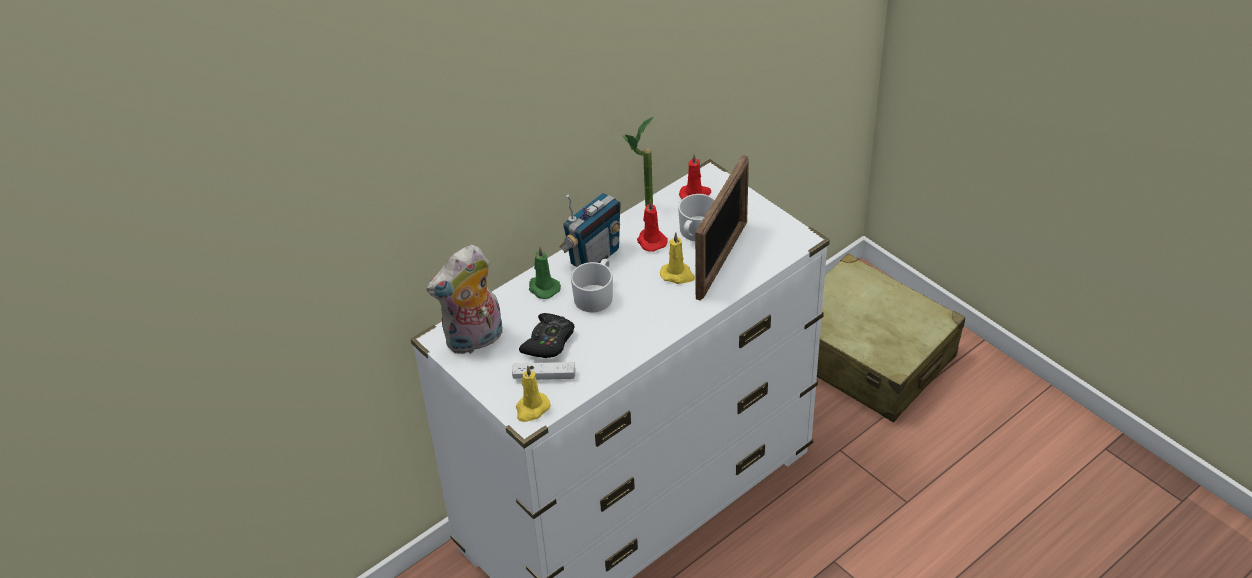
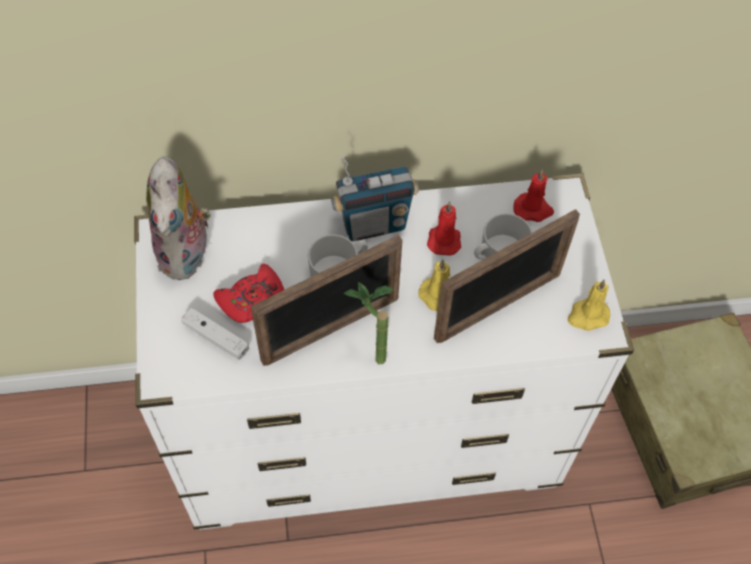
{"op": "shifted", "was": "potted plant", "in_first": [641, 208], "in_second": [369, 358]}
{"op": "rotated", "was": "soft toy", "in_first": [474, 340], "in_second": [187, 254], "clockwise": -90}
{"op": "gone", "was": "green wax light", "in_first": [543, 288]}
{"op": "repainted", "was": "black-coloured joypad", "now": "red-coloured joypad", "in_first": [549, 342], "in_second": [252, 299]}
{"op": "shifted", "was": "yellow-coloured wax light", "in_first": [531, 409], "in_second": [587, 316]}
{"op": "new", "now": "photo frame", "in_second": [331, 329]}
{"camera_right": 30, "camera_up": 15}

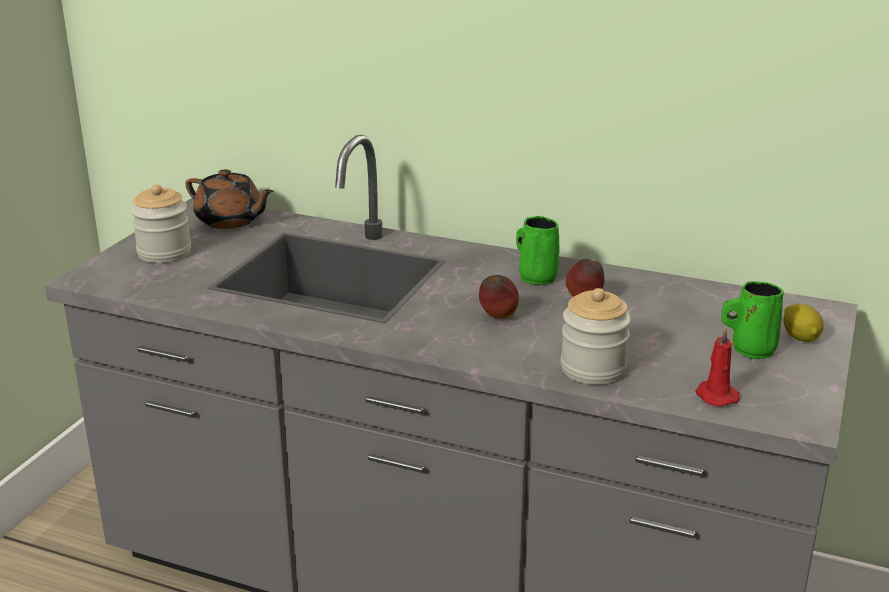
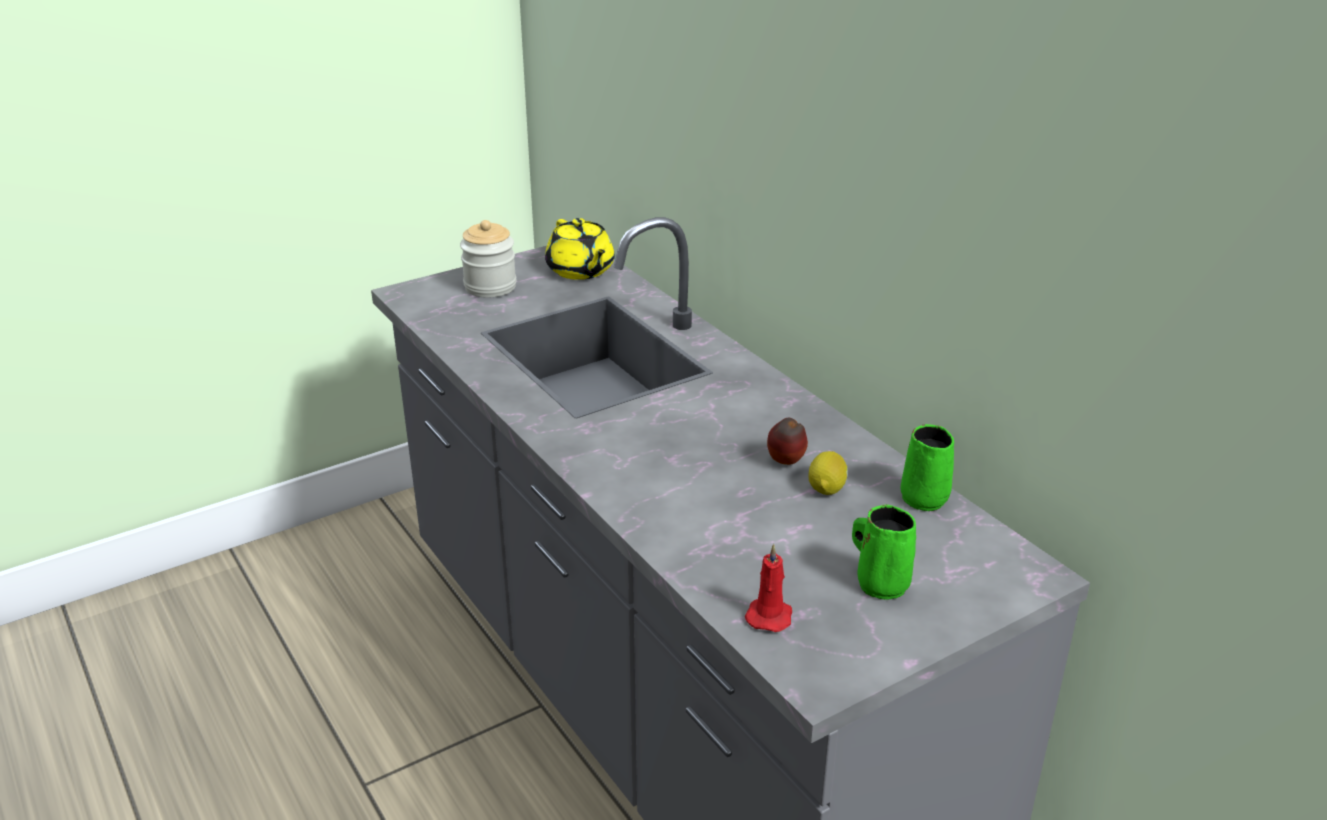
{"op": "repainted", "was": "brownish pot for tea", "now": "yellow-coloured pot for tea", "in_first": [230, 221], "in_second": [580, 271]}
{"op": "shifted", "was": "green coffee mug", "in_first": [536, 277], "in_second": [923, 497]}
{"op": "gone", "was": "apple", "in_first": [498, 317]}
{"op": "gone", "was": "jar", "in_first": [593, 369]}
{"op": "shifted", "was": "whole lemon", "in_first": [800, 338], "in_second": [827, 488]}
{"camera_right": 35, "camera_up": 5}

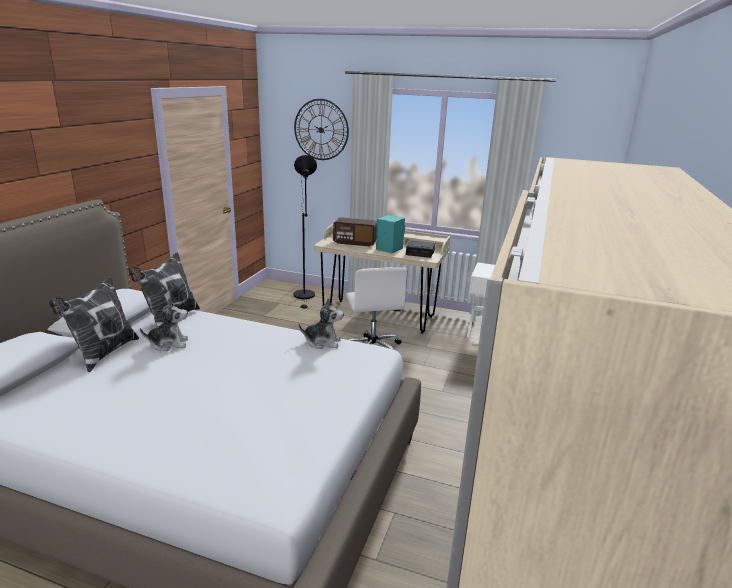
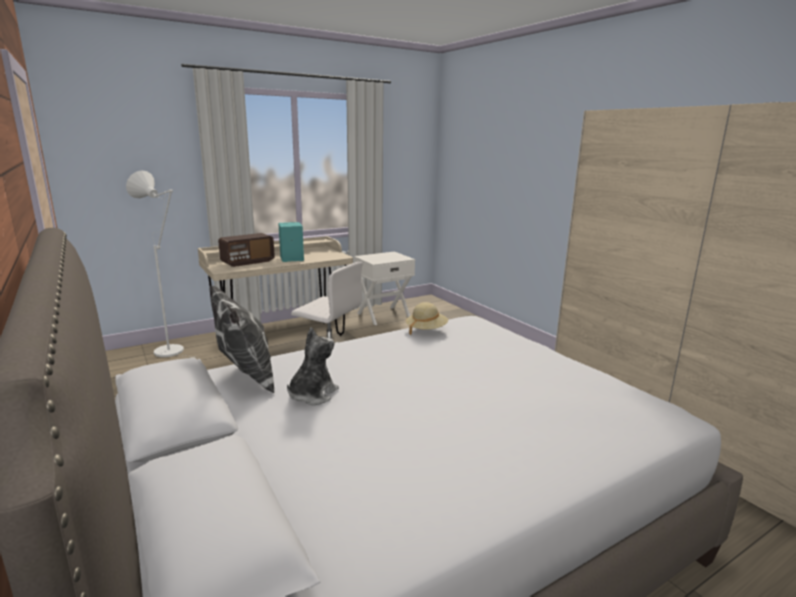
{"op": "gone", "was": "wall clock", "in_first": [321, 130]}
{"op": "repainted", "was": "black-coloured floor lamp", "now": "white floor lamp", "in_first": [305, 296], "in_second": [173, 352]}
{"op": "gone", "was": "bedside clock", "in_first": [420, 252]}
{"op": "gone", "was": "pillow", "in_first": [103, 353]}
{"op": "swapped", "was": "soft toy", "now": "beige-coloured clothing hat", "in_first": [322, 342], "in_second": [426, 330]}
{"camera_right": -50, "camera_up": -5}

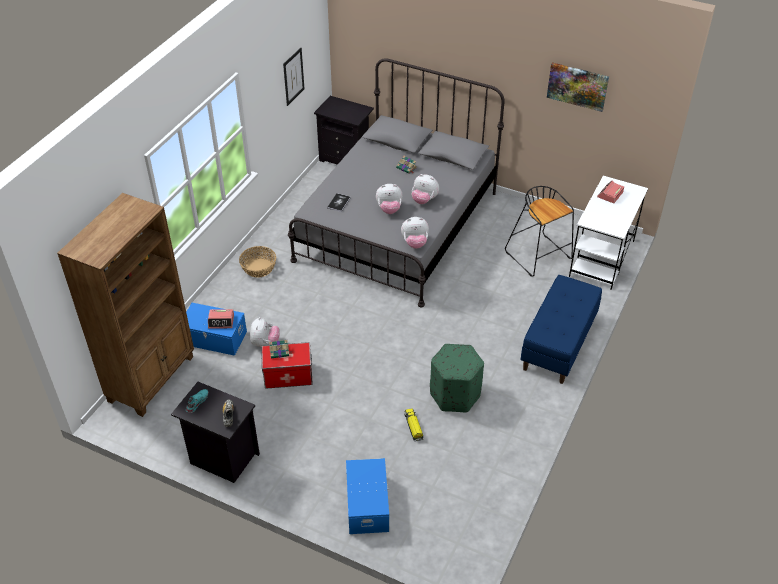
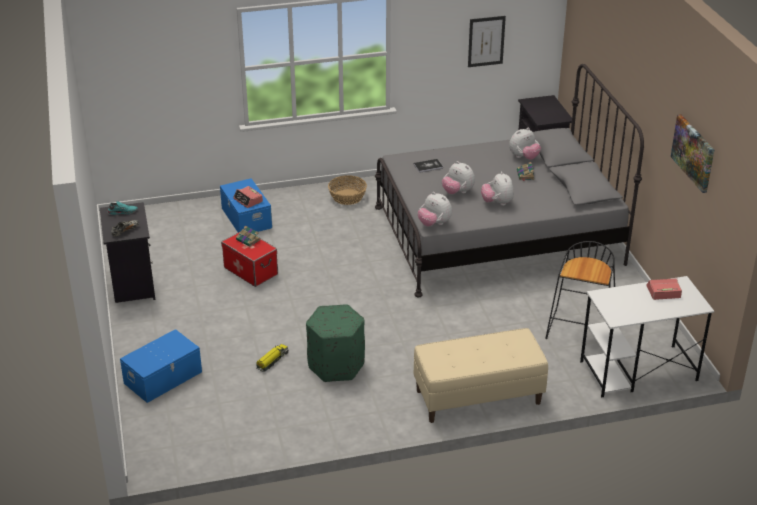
{"op": "gone", "was": "brownish shelving unit", "in_first": [152, 378]}
{"op": "repainted", "was": "blue-coloured bench", "now": "beige-coloured bench", "in_first": [558, 345], "in_second": [477, 397]}
{"op": "shifted", "was": "soft toy", "in_first": [265, 342], "in_second": [524, 157]}
{"camera_right": 50, "camera_up": -10}

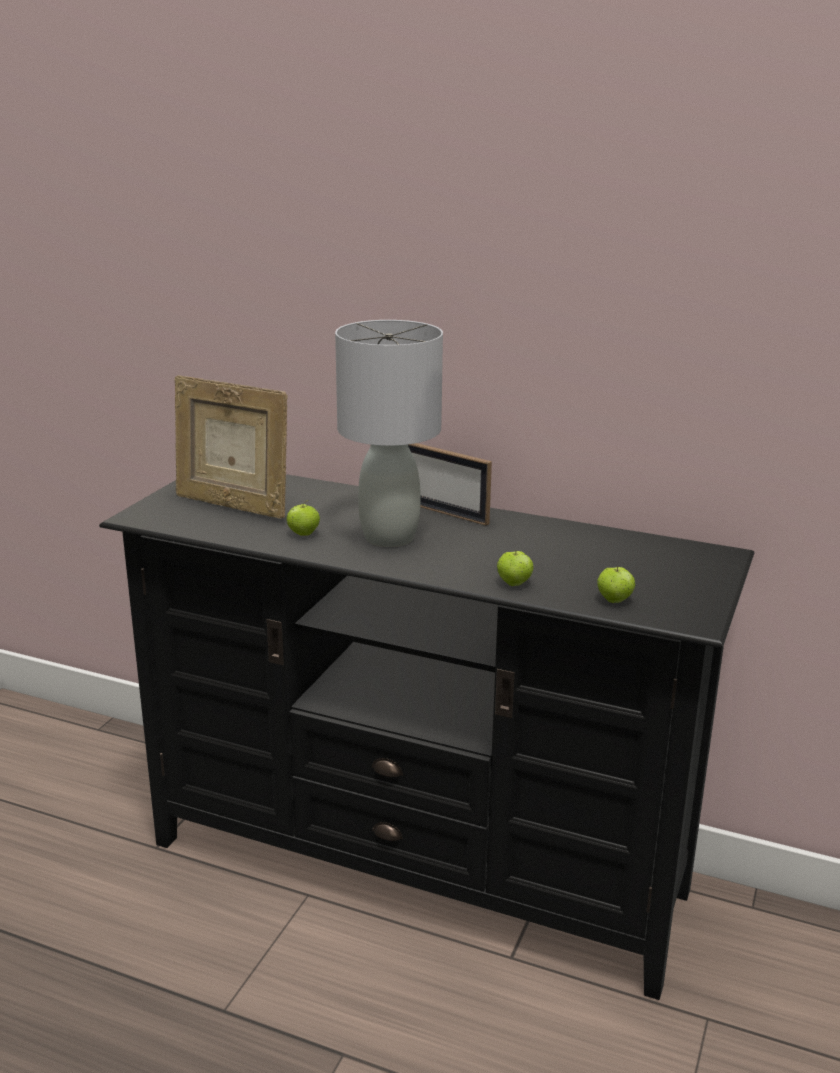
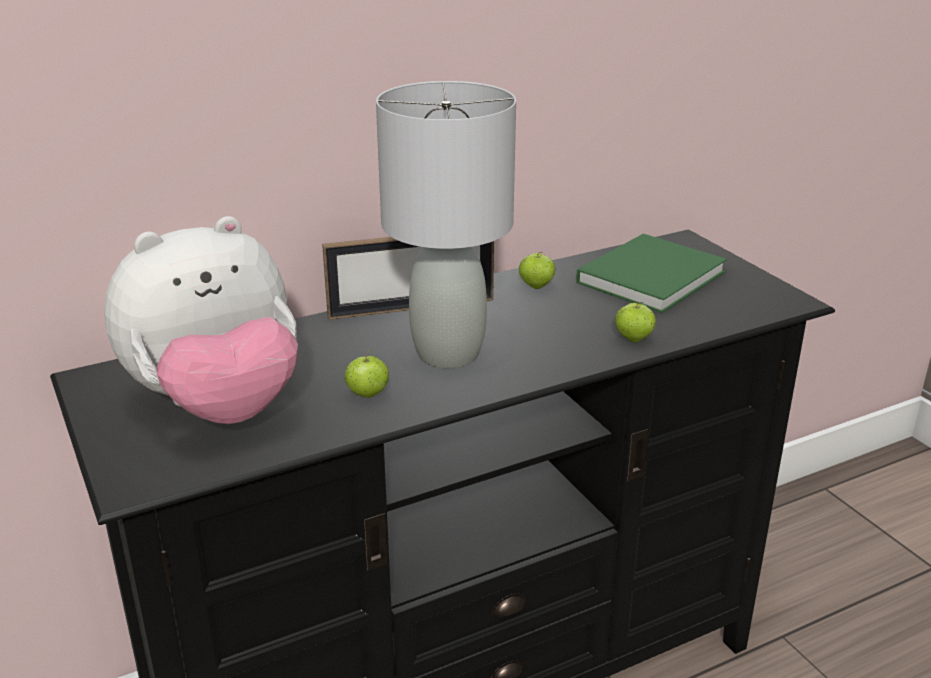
{"op": "swapped", "was": "photo frame", "now": "soft toy", "in_first": [232, 506], "in_second": [218, 406]}
{"op": "shifted", "was": "apple", "in_first": [614, 600], "in_second": [536, 286]}
{"op": "new", "now": "green book", "in_second": [653, 276]}
{"camera_right": -50, "camera_up": 5}

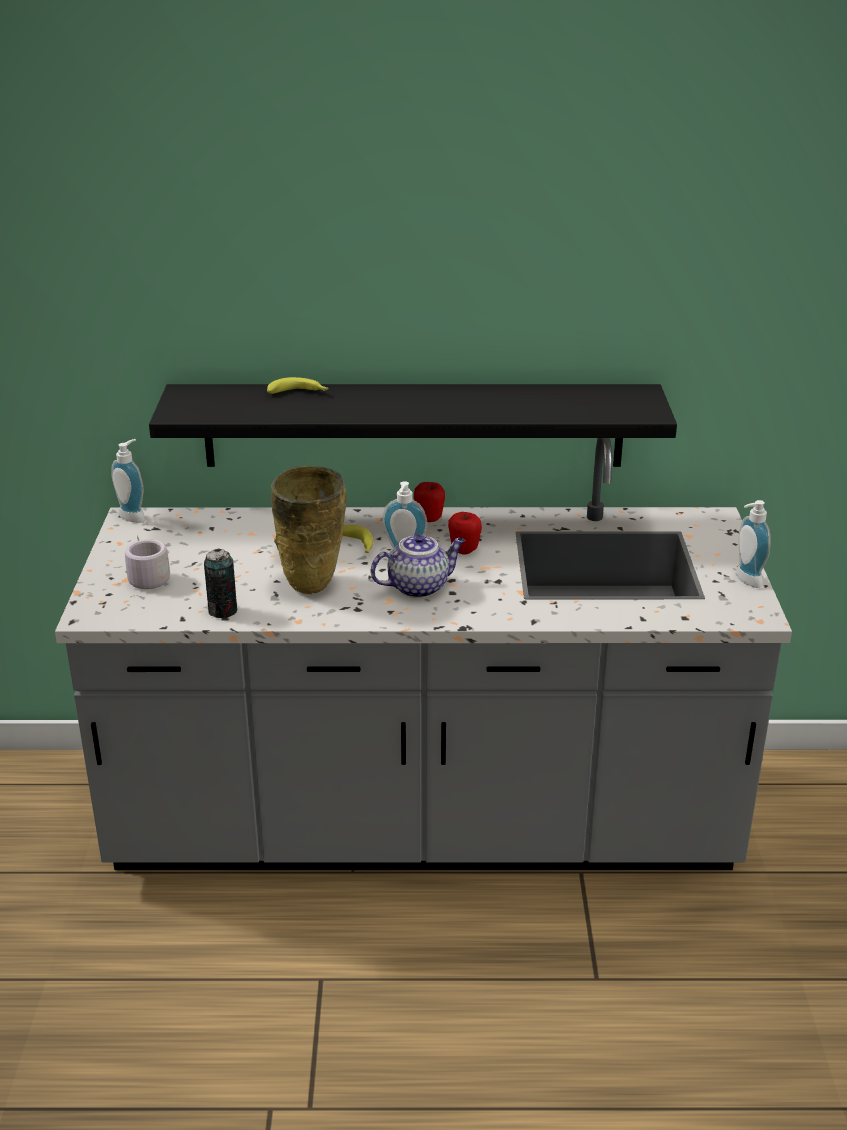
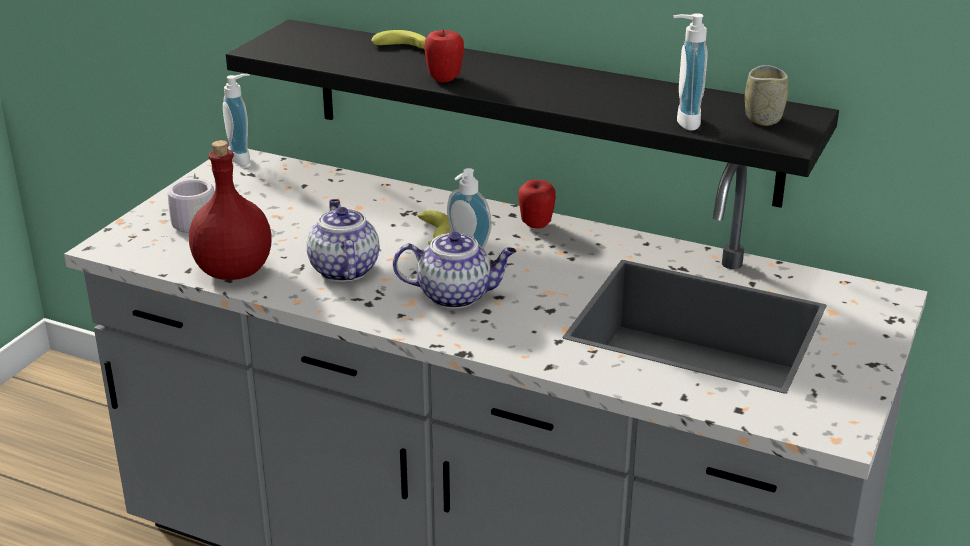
{"op": "swapped", "was": "beige-coloured vase", "now": "pot for tea", "in_first": [312, 588], "in_second": [343, 269]}
{"op": "shifted", "was": "soap dispenser", "in_first": [745, 580], "in_second": [683, 121]}
{"op": "shifted", "was": "apple", "in_first": [464, 550], "in_second": [444, 78]}
{"op": "swapped", "was": "can", "now": "red-coloured beverage bottle", "in_first": [223, 611], "in_second": [233, 272]}
{"op": "new", "now": "drinking cup", "in_second": [763, 119]}
{"camera_right": 25, "camera_up": 0}

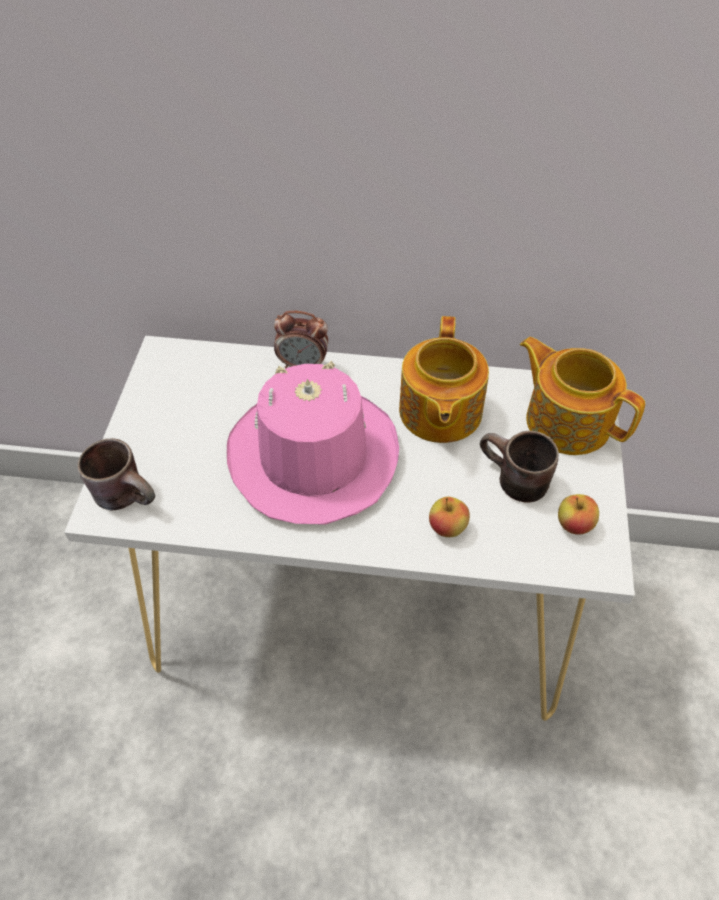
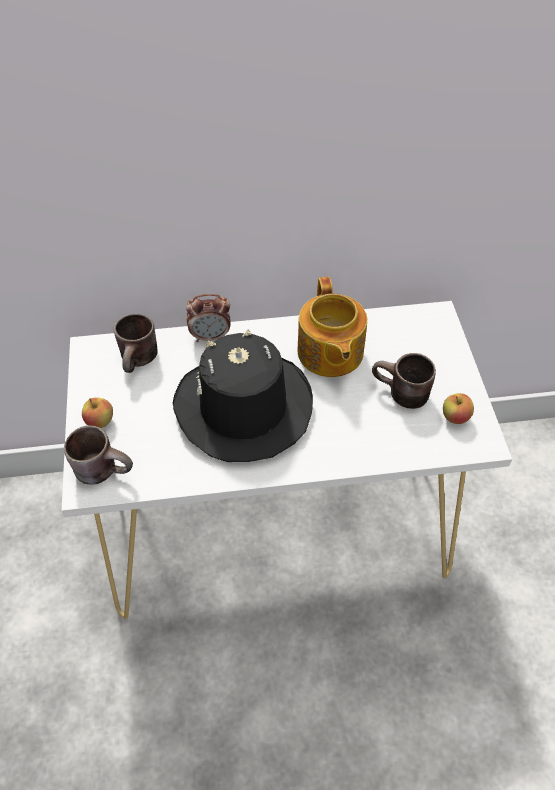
{"op": "gone", "was": "pot for tea", "in_first": [567, 420]}
{"op": "repainted", "was": "pink clothing hat", "now": "black-coloured clothing hat", "in_first": [313, 457], "in_second": [243, 408]}
{"op": "shifted", "was": "apple", "in_first": [447, 527], "in_second": [100, 421]}
{"op": "new", "now": "brownish coffee mug", "in_second": [141, 360]}
{"camera_right": -15, "camera_up": 0}

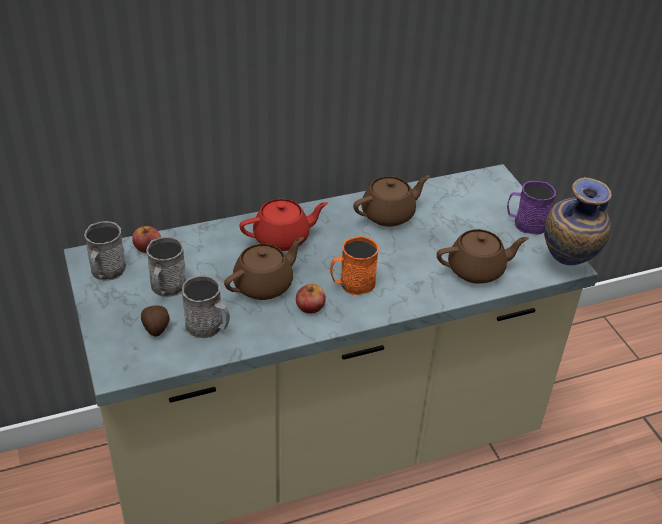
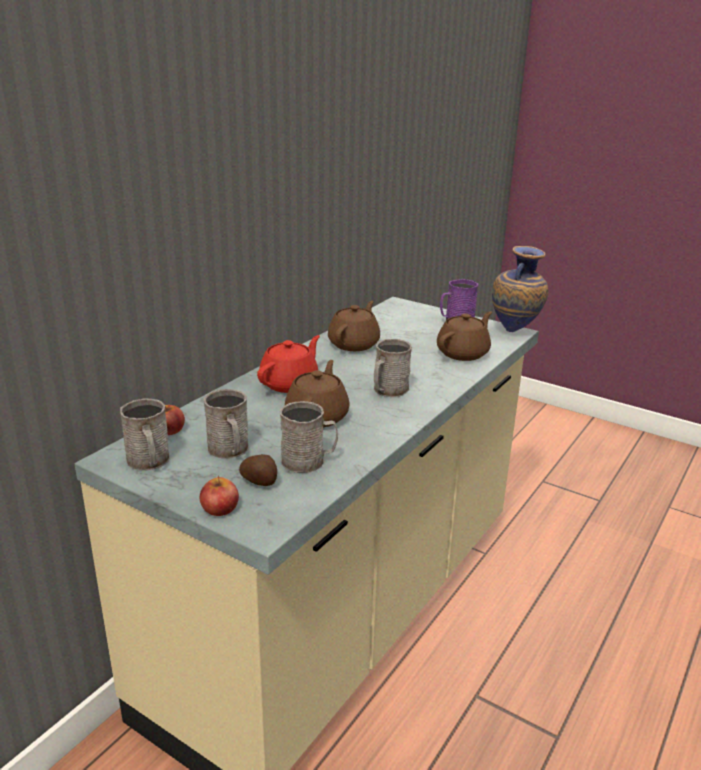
{"op": "repainted", "was": "orange coffee mug", "now": "grey coffee mug", "in_first": [352, 284], "in_second": [388, 391]}
{"op": "shifted", "was": "apple", "in_first": [310, 306], "in_second": [220, 508]}
{"camera_right": -35, "camera_up": -15}

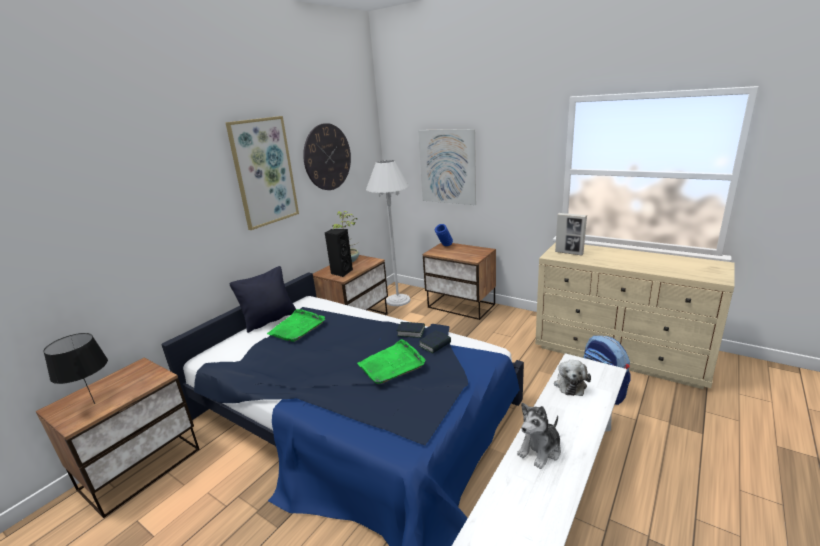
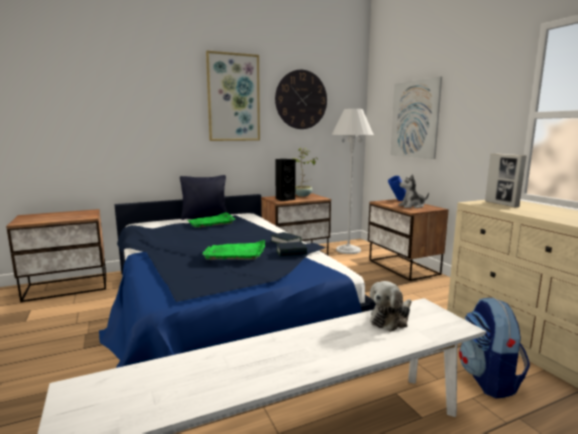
{"op": "gone", "was": "black-coloured lamp for a table", "in_first": [95, 403]}
{"op": "shifted", "was": "soft toy", "in_first": [540, 450], "in_second": [412, 206]}
{"camera_right": 30, "camera_up": -10}

